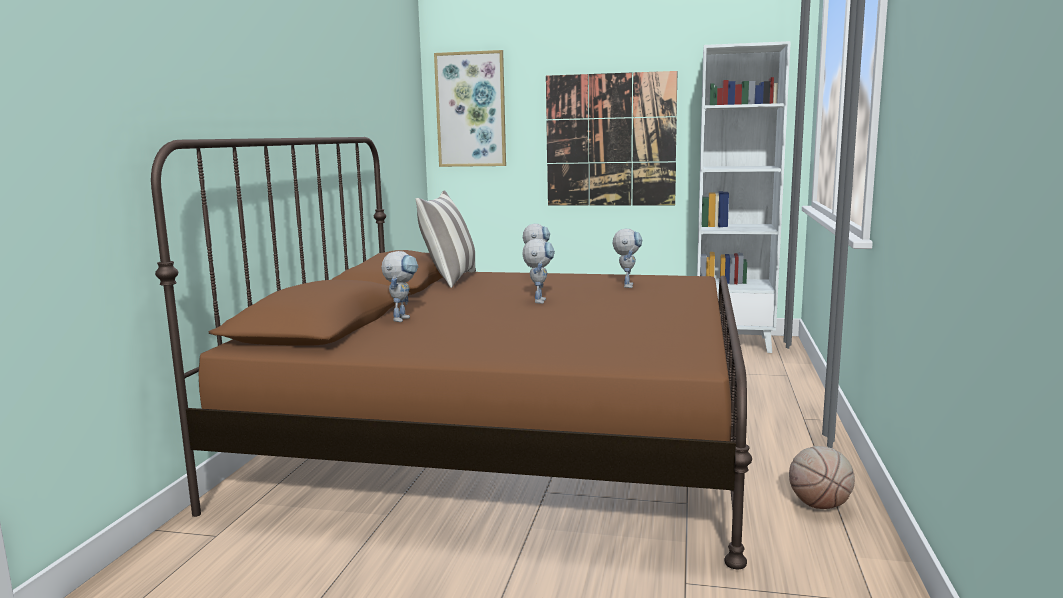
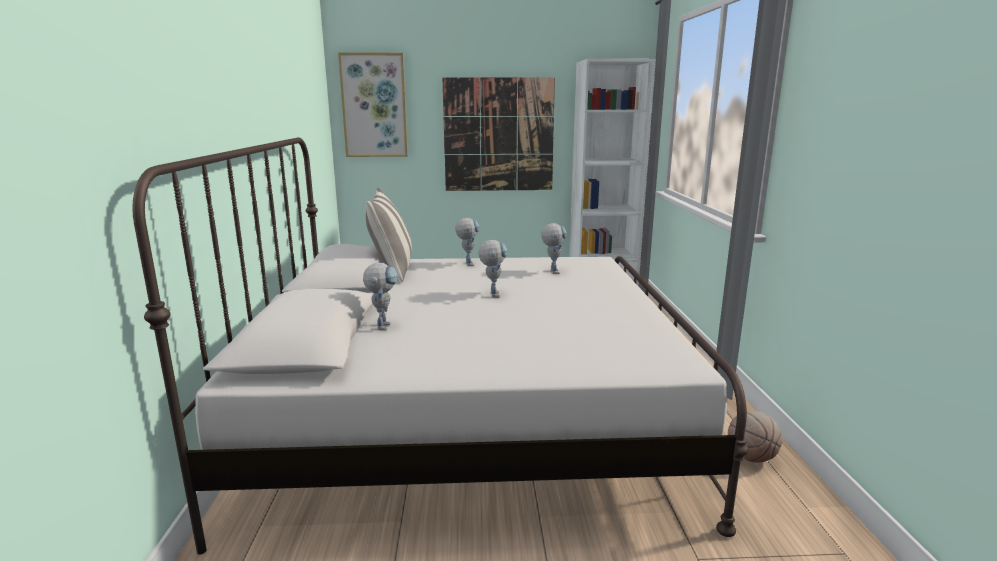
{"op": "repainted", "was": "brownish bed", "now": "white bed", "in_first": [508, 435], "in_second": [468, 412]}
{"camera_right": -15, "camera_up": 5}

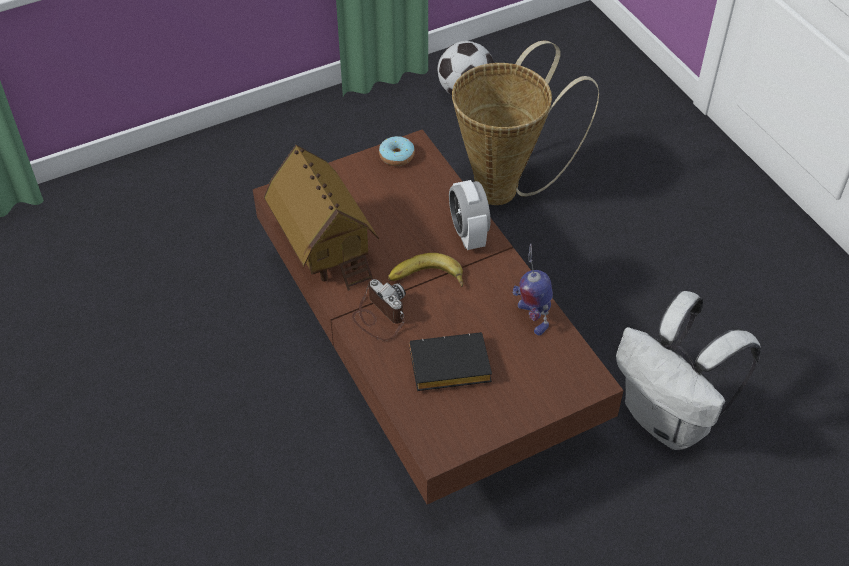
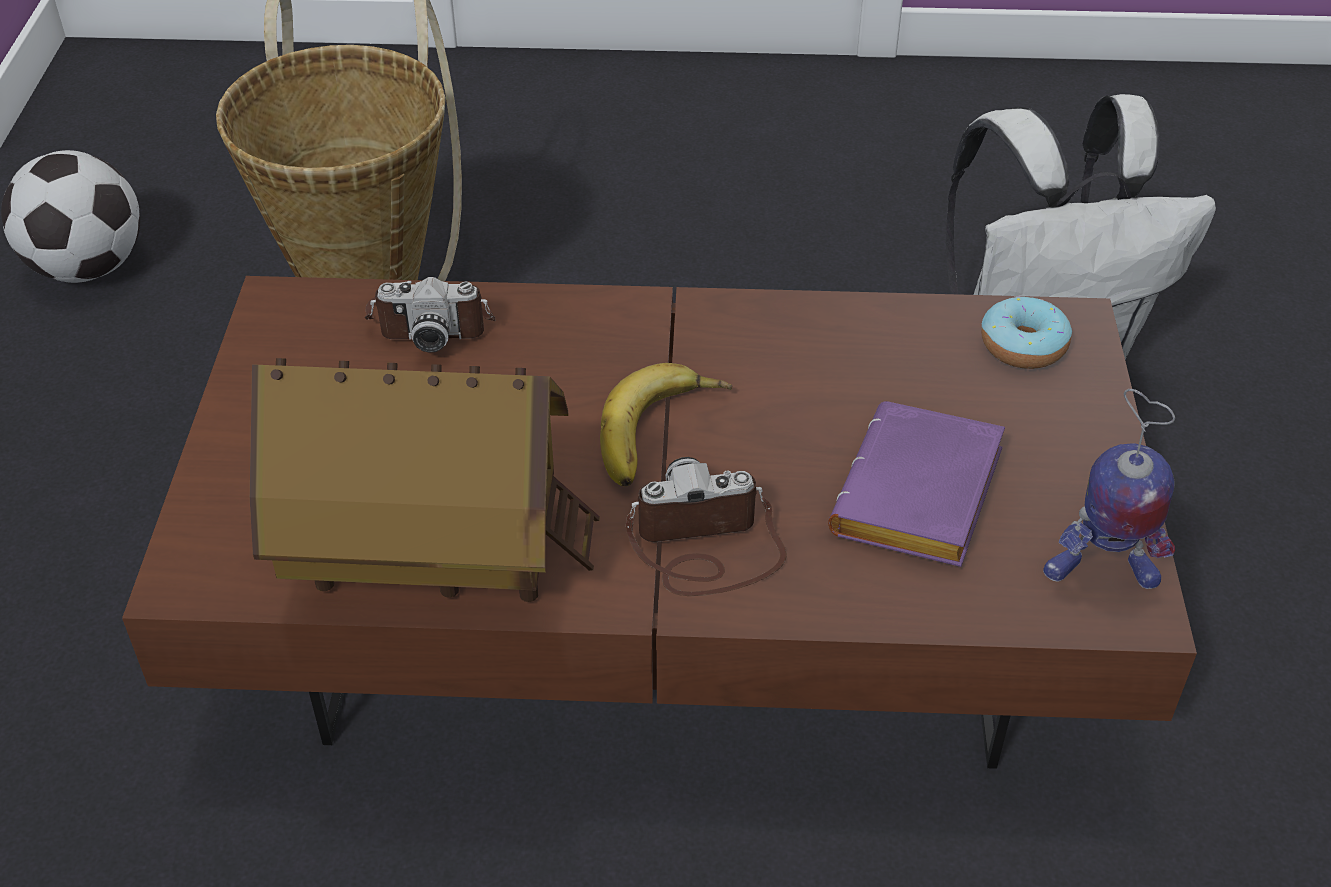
{"op": "shifted", "was": "ring doughnut", "in_first": [396, 156], "in_second": [1023, 346]}
{"op": "gone", "was": "bedside clock", "in_first": [468, 234]}
{"op": "shifted", "was": "toy robot", "in_first": [532, 317], "in_second": [1099, 572]}
{"op": "repainted", "was": "black-coloured book", "now": "purple-coloured book", "in_first": [447, 368], "in_second": [921, 500]}
{"op": "new", "now": "still camera", "in_second": [431, 320]}
{"camera_right": -60, "camera_up": -5}

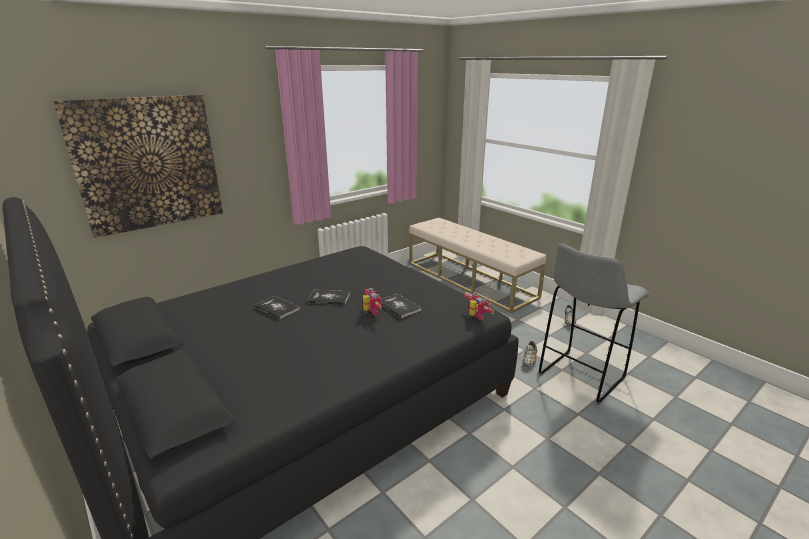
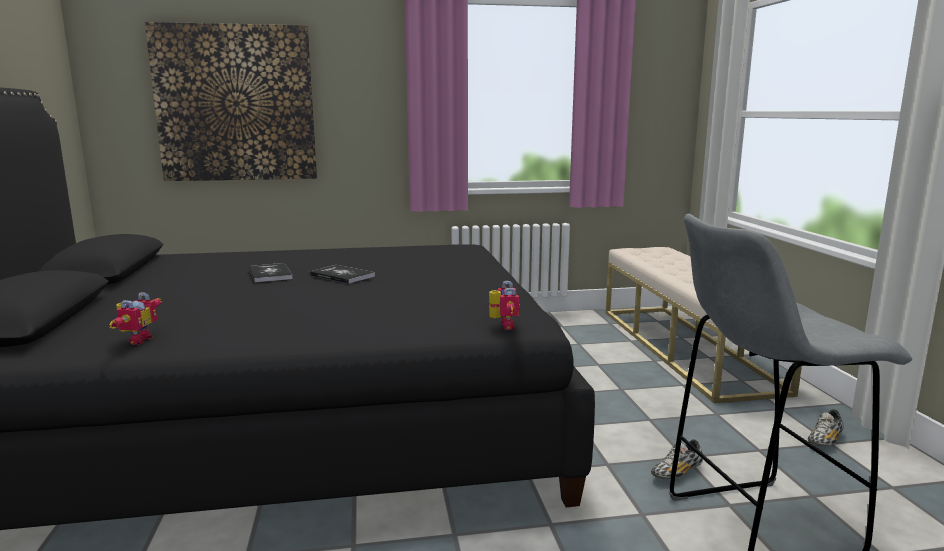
{"op": "shifted", "was": "toy robot", "in_first": [371, 312], "in_second": [136, 340]}
{"op": "gone", "was": "book", "in_first": [399, 306]}
{"camera_right": 30, "camera_up": -10}

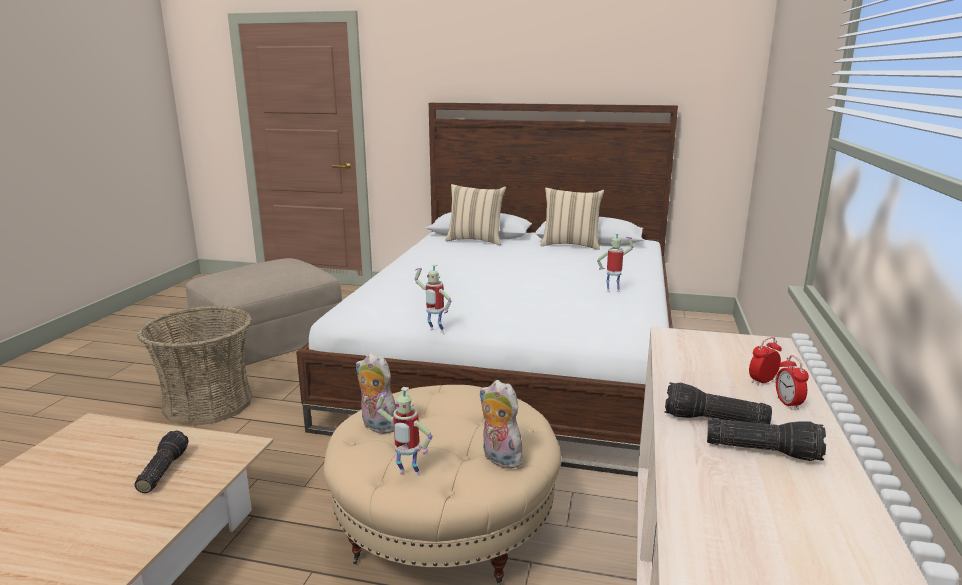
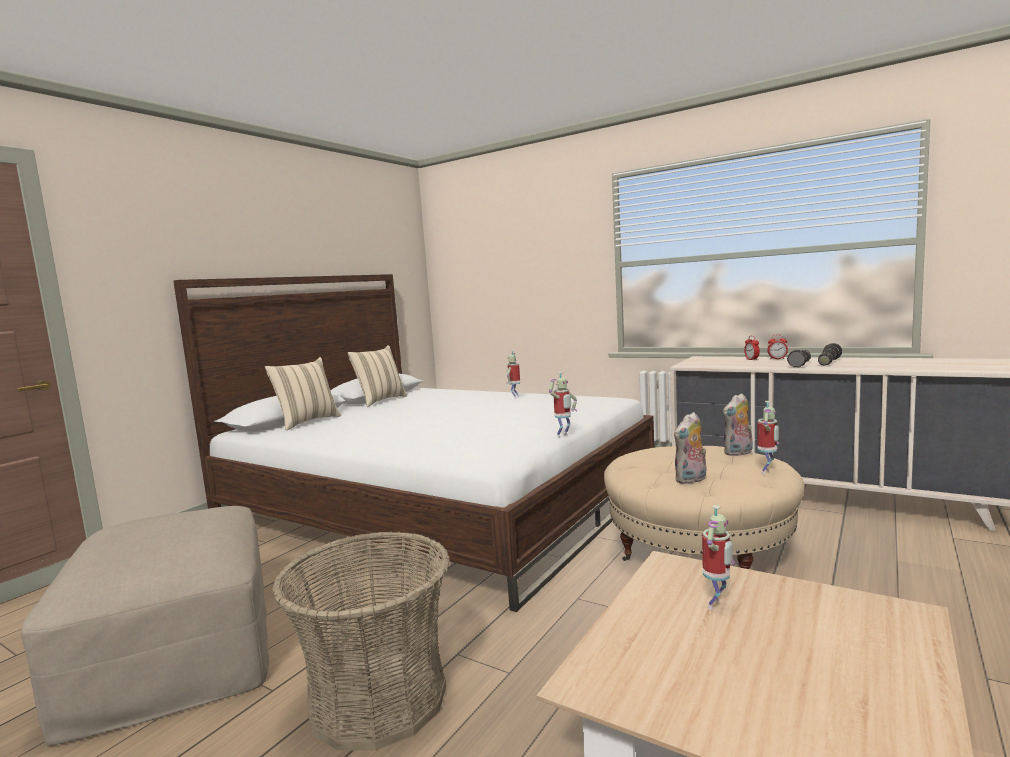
{"op": "swapped", "was": "hand torch", "now": "toy robot", "in_first": [162, 471], "in_second": [717, 605]}
{"camera_right": -70, "camera_up": -10}

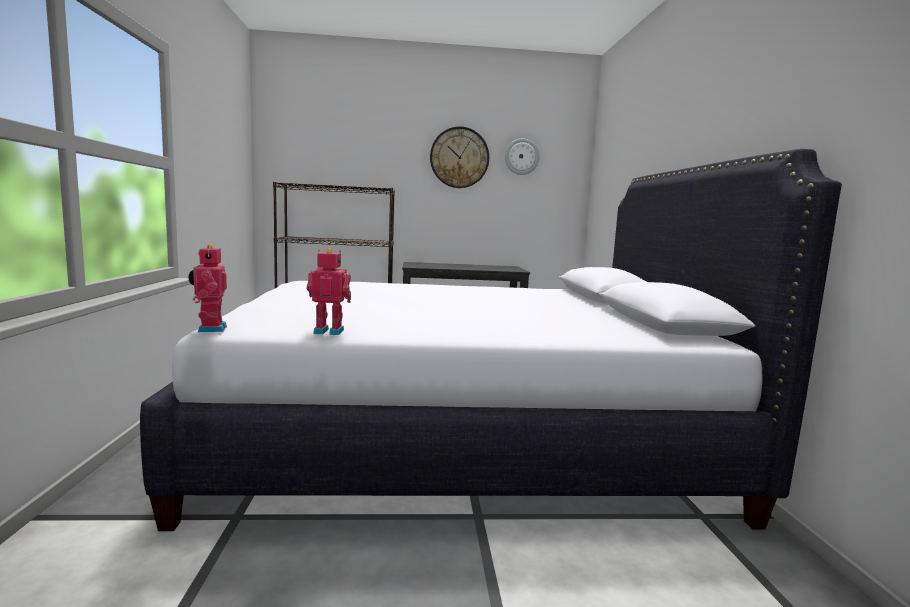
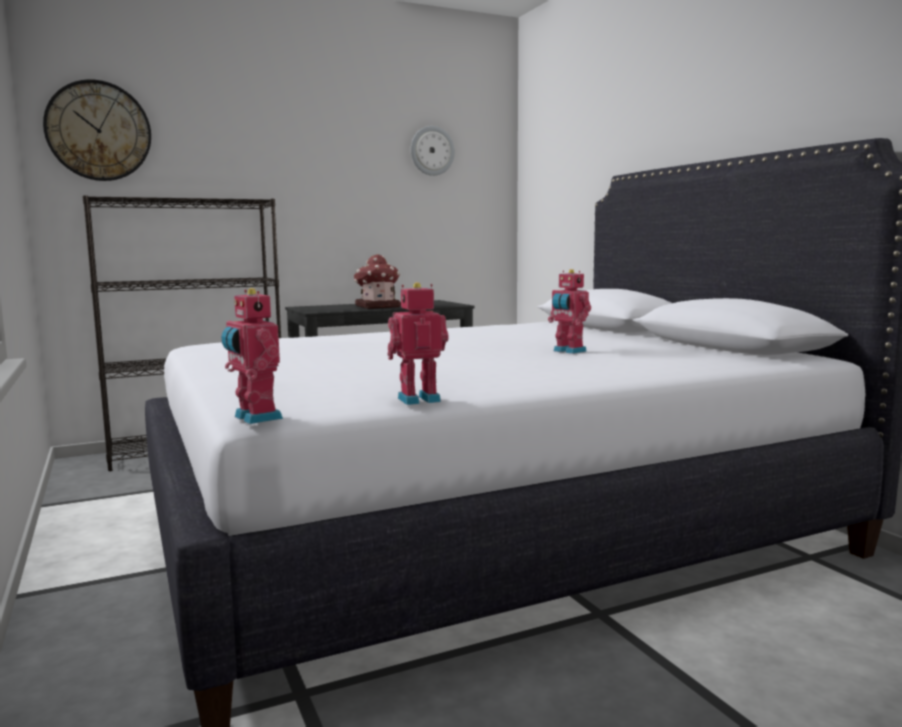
{"op": "shifted", "was": "wall clock", "in_first": [459, 157], "in_second": [98, 131]}
{"op": "new", "now": "model house", "in_second": [377, 306]}
{"op": "new", "now": "toy robot", "in_second": [568, 351]}
{"camera_right": -20, "camera_up": 0}

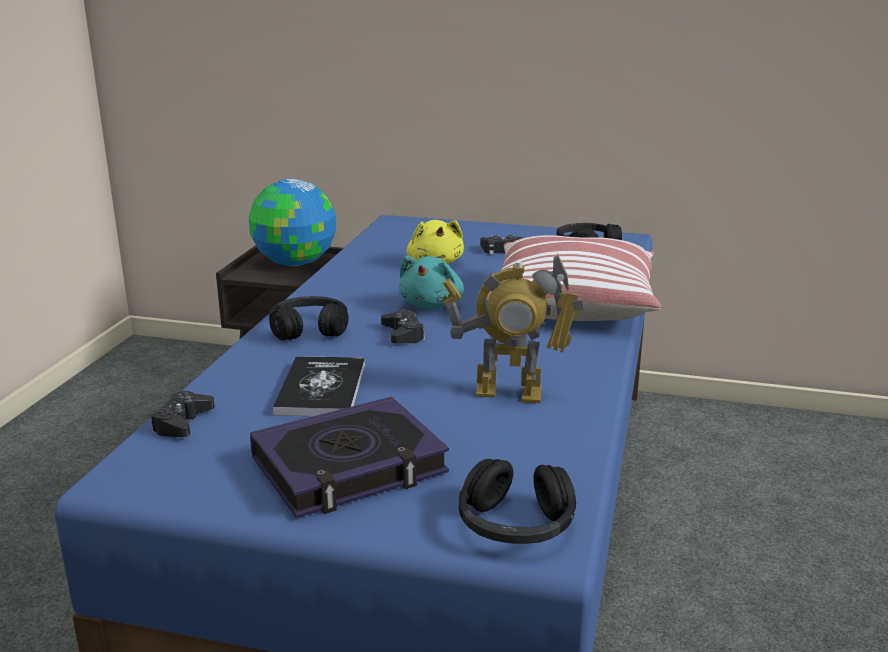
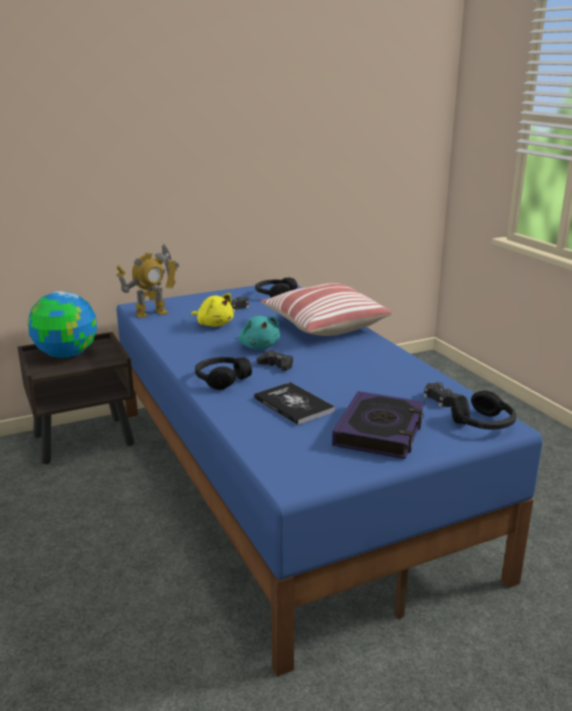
{"op": "shifted", "was": "toy robot", "in_first": [509, 393], "in_second": [151, 313]}
{"op": "shifted", "was": "black-coloured joypad", "in_first": [182, 422], "in_second": [442, 399]}
{"camera_right": -40, "camera_up": 0}

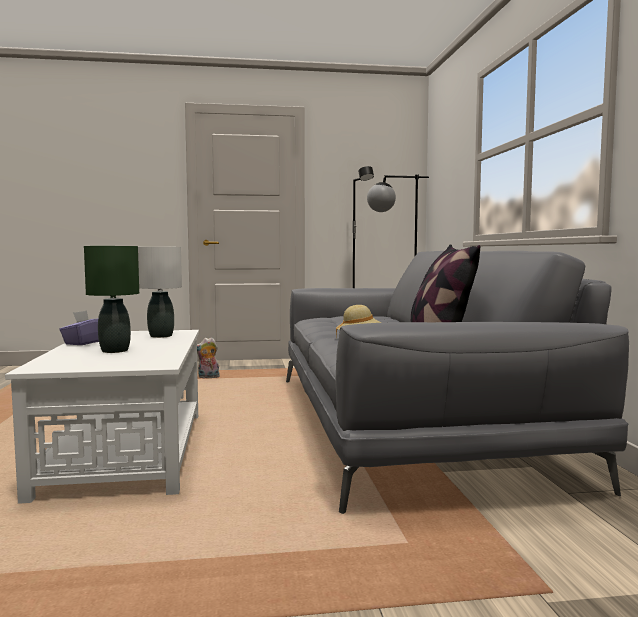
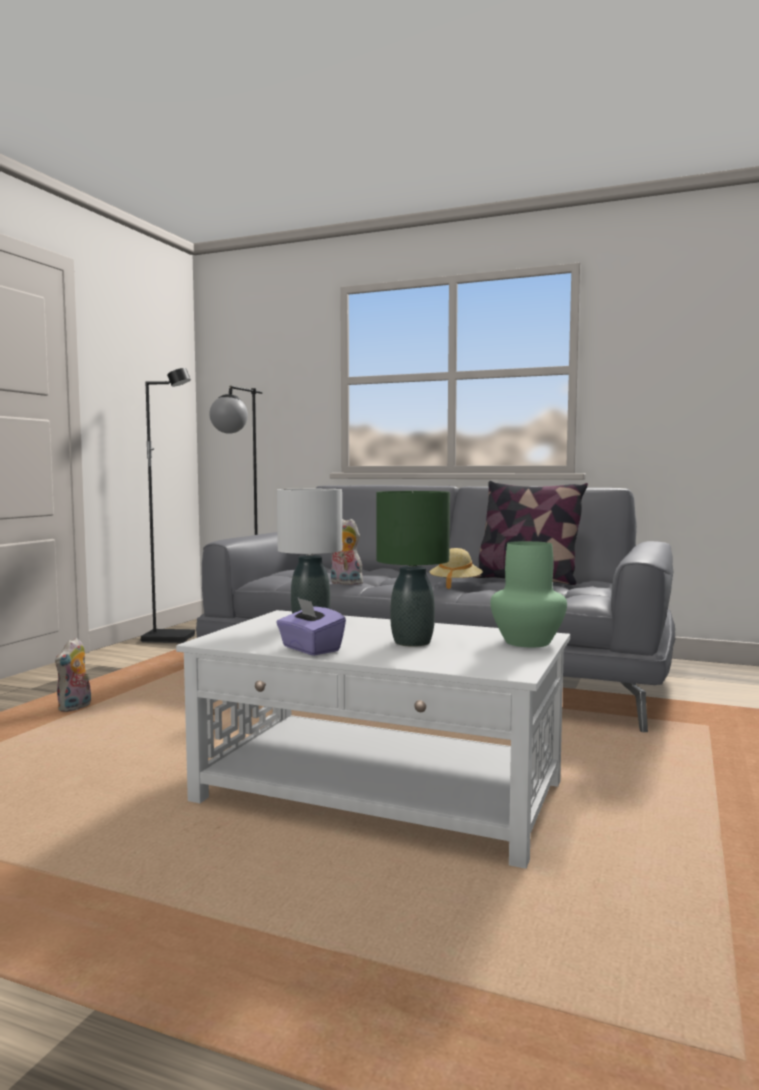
{"op": "new", "now": "soft toy", "in_second": [344, 583]}
{"op": "new", "now": "green vase", "in_second": [528, 642]}
{"camera_right": -60, "camera_up": 0}

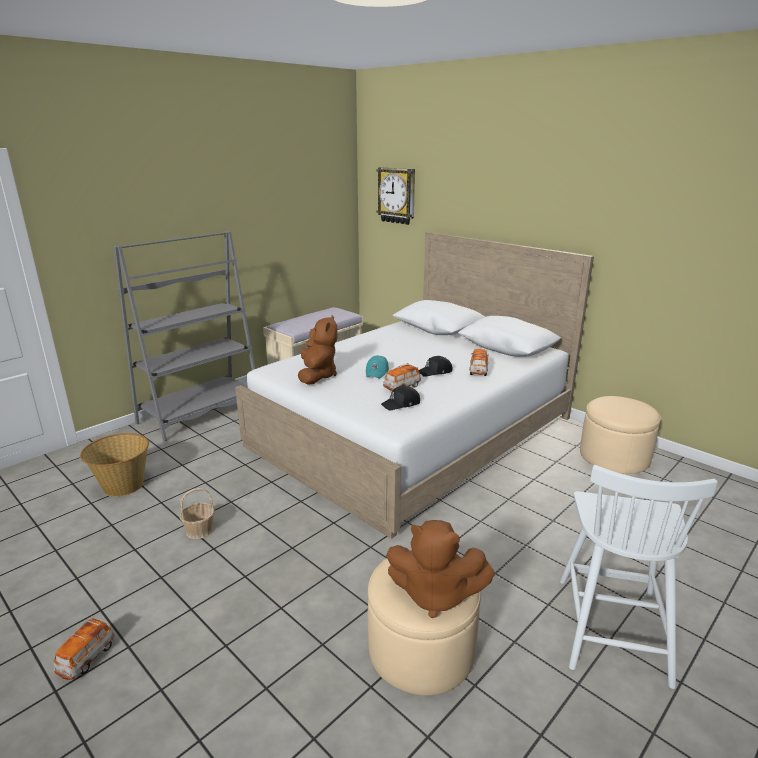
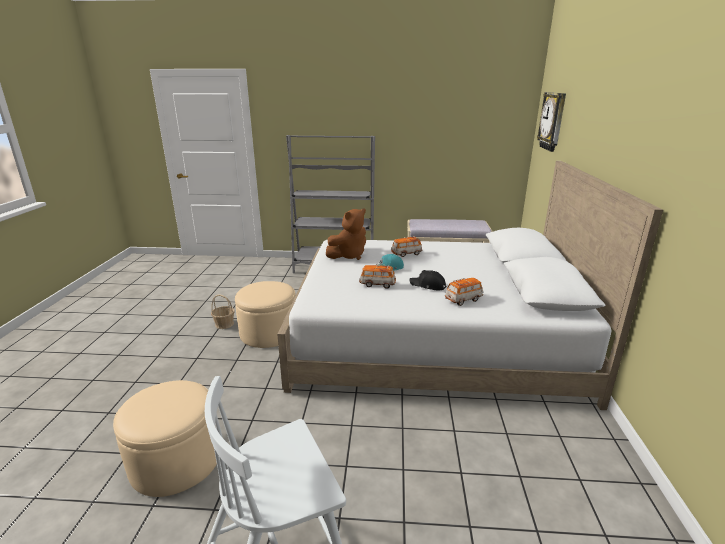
{"op": "gone", "was": "black-coloured peaked cap", "in_first": [401, 404]}
{"op": "shifted", "was": "beige-coloured footrest", "in_first": [614, 456], "in_second": [269, 332]}
{"op": "gone", "was": "basket", "in_first": [123, 486]}
{"op": "gone", "was": "brownish soft toy", "in_first": [435, 595]}
{"op": "shifted", "was": "toy car", "in_first": [86, 658], "in_second": [406, 254]}
{"camera_right": 50, "camera_up": 0}

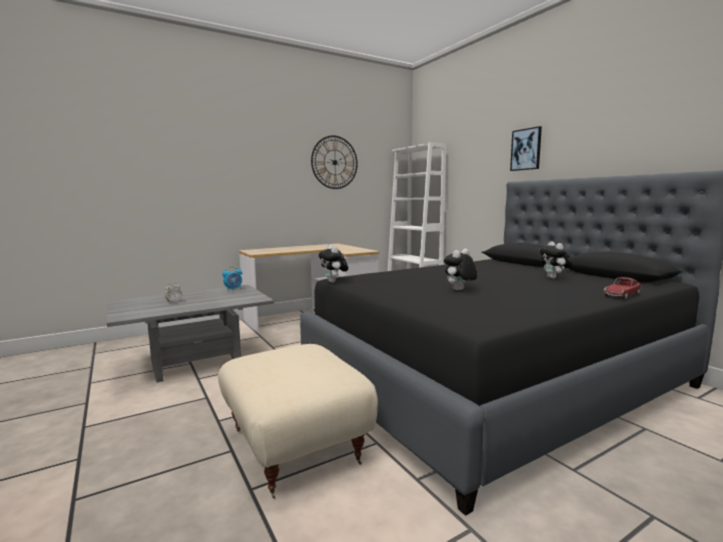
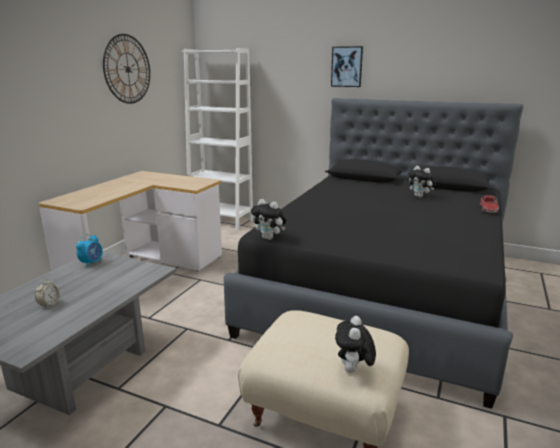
{"op": "shifted", "was": "soft toy", "in_first": [459, 290], "in_second": [353, 371]}
{"camera_right": -35, "camera_up": 10}

